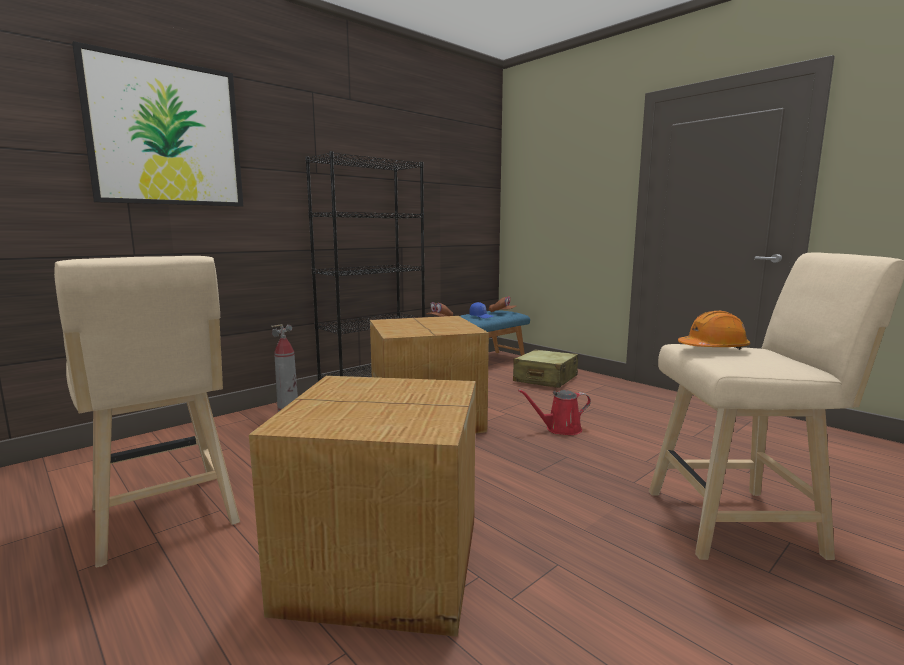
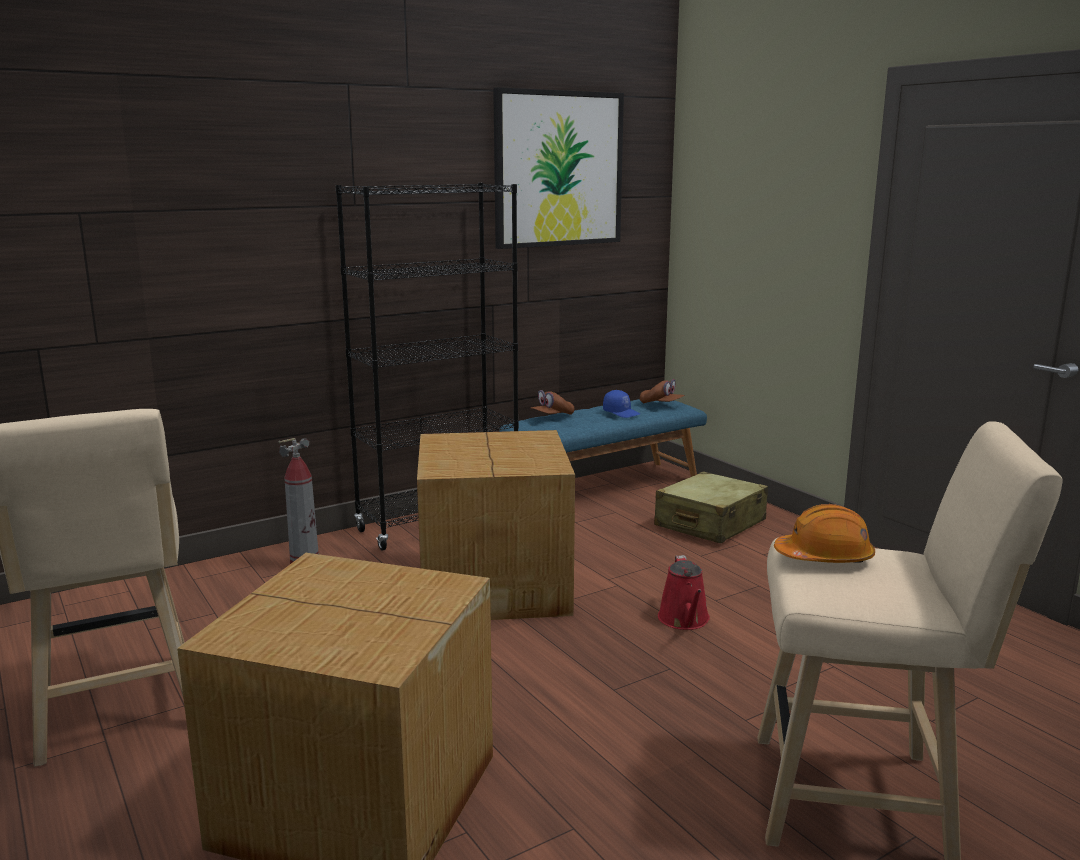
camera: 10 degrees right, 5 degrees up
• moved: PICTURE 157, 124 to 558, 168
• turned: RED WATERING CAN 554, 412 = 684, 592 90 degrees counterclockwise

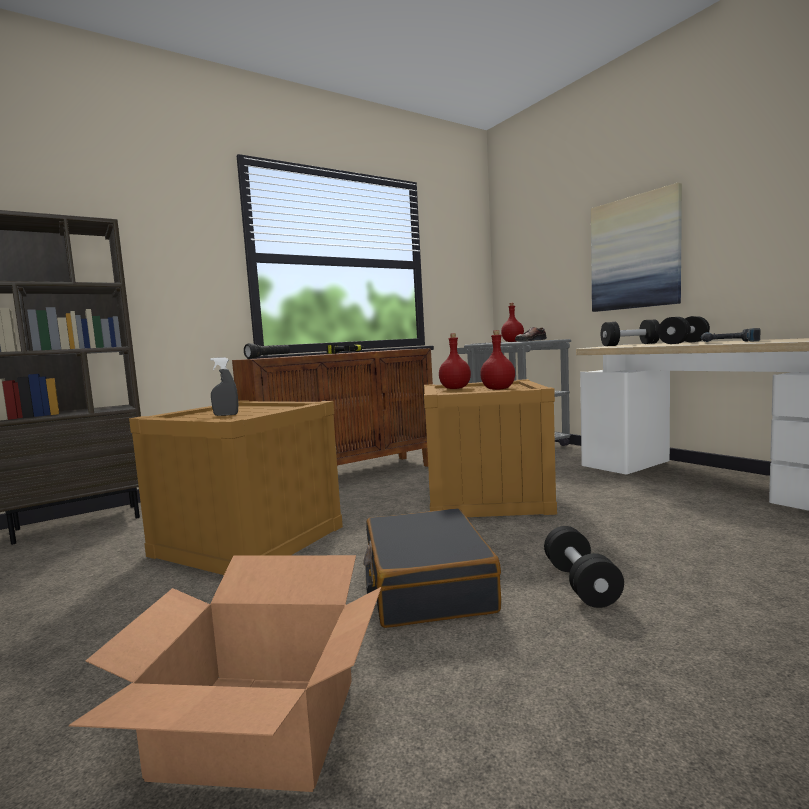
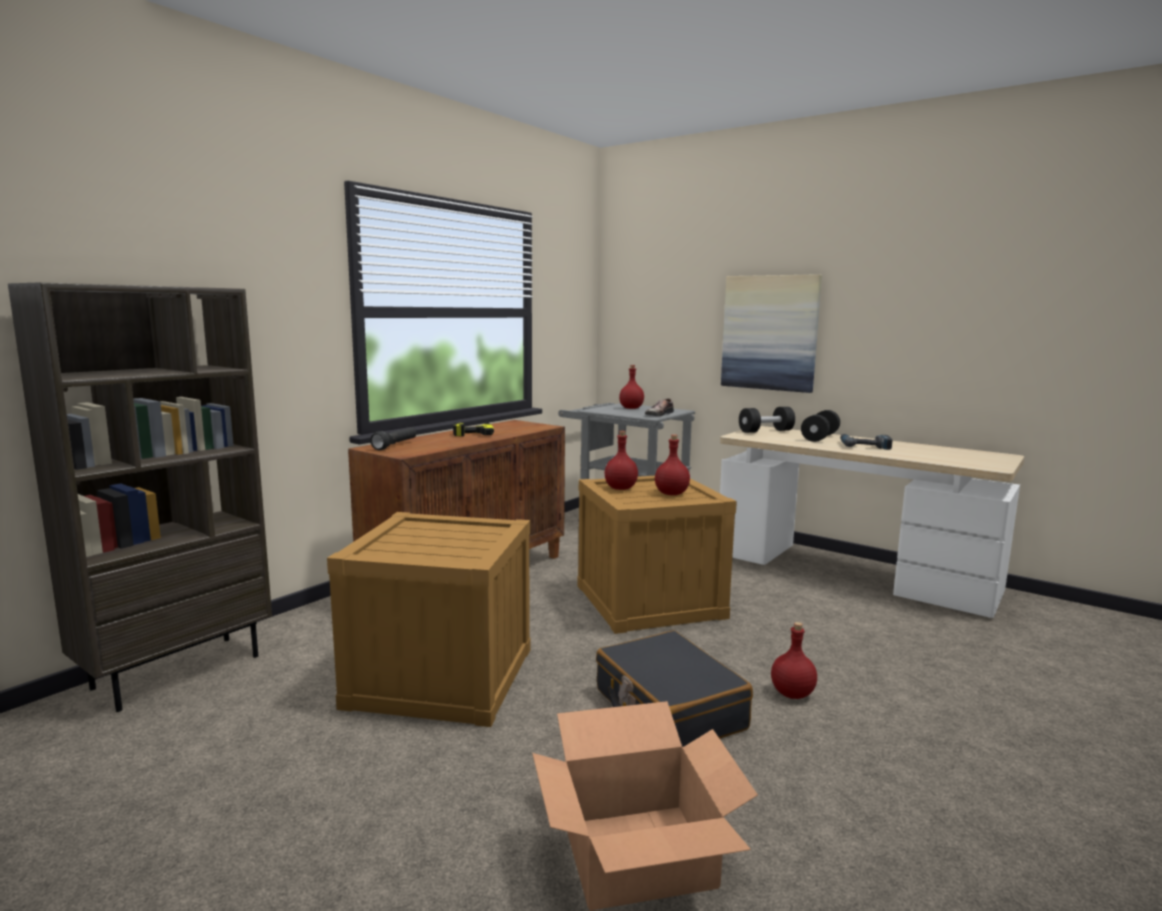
camera: 20 degrees left, 5 degrees up
• removed: GREY SPRAY BOTTLE 224, 386
• replaced: BLACK DUMBBELL 584, 567 to RED BOTTLE 794, 660

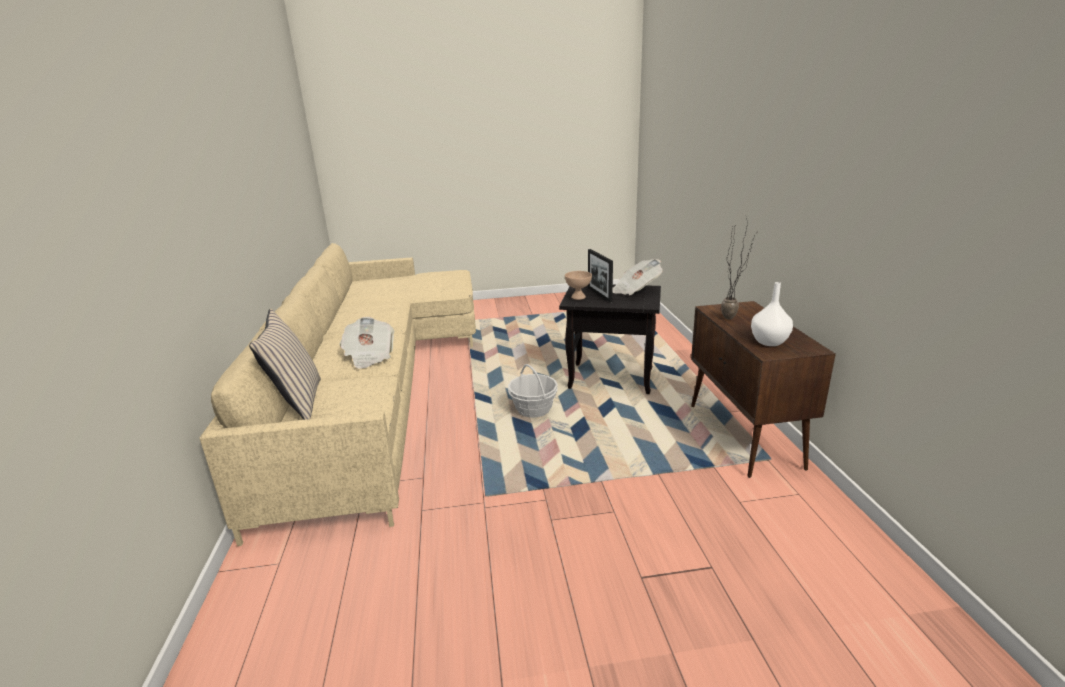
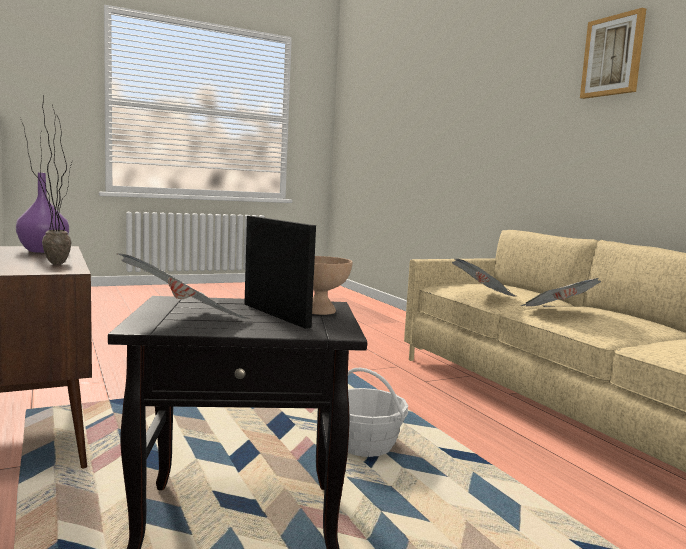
camera: 160 degrees right, 15 degrees down
• removed: BEIGE PILLOW 285, 364
• recoloured: WHITE VASE 772, 314 to PURPLE VASE 42, 213
• added: NEWSPAPER 484, 277
• added: PICTURE 613, 53

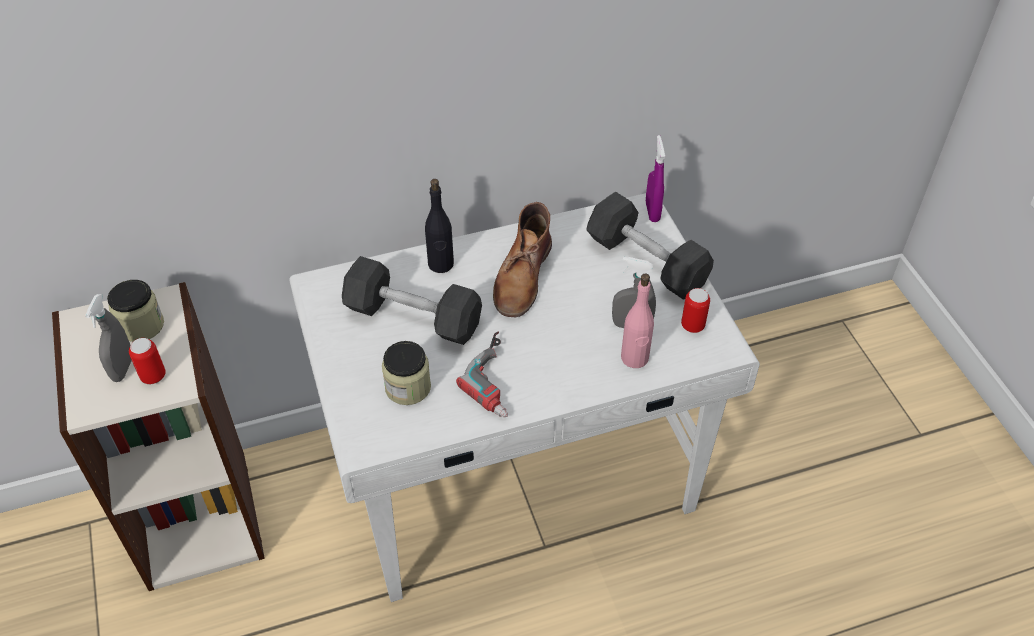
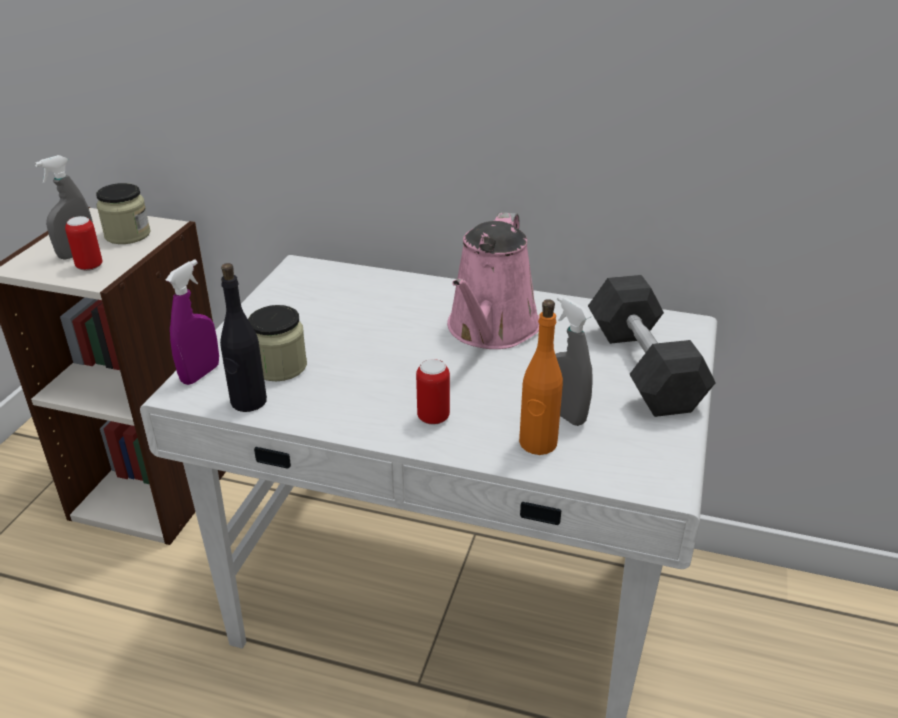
camera: 35 degrees right, 15 degrees down
• removed: GREY DUMBBELL 412, 300
• moved: BLACK BOTTLE 439, 226 to 243, 337
• removed: POWER DRILL 482, 374
• replaced: BROWN BOOT 522, 259 to PINK WATERING CAN 493, 280
• recoloured: PINK BOTTLE 637, 321 to ORANGE BOTTLE 541, 377
• moved: PURPLE SPRAY BOTTLE 655, 178 to 192, 322
• moved: CAN 695, 310 to 433, 391

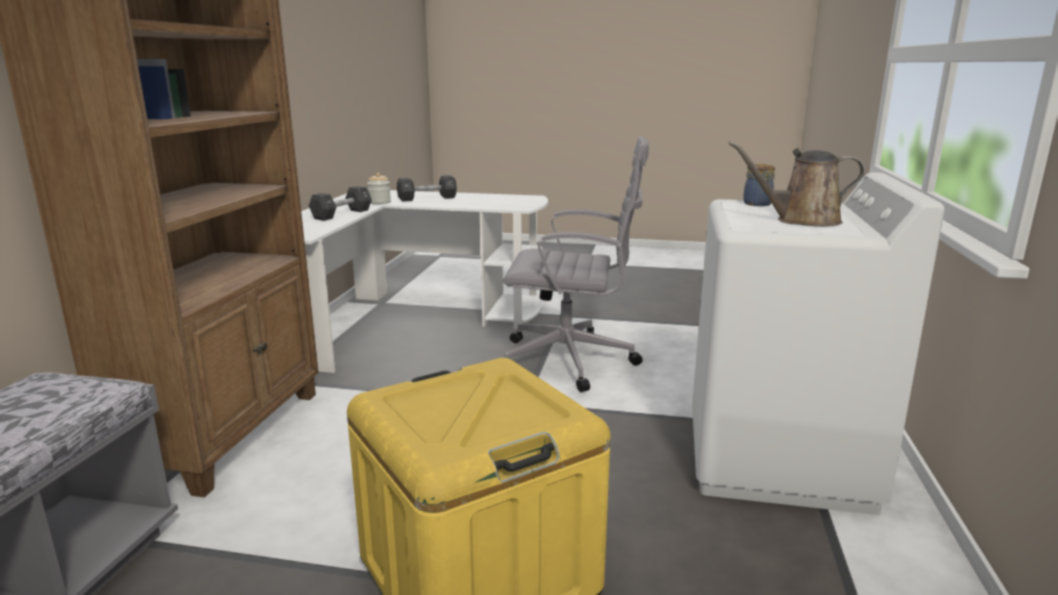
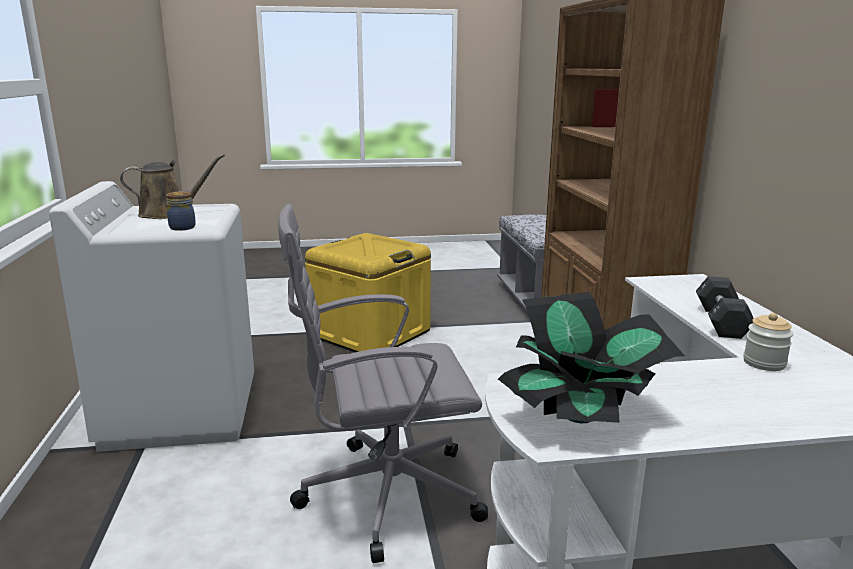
camera: 160 degrees right, 0 degrees up
• removed: BLACK DUMBBELL 427, 188
• added: POTTED PLANT 591, 357

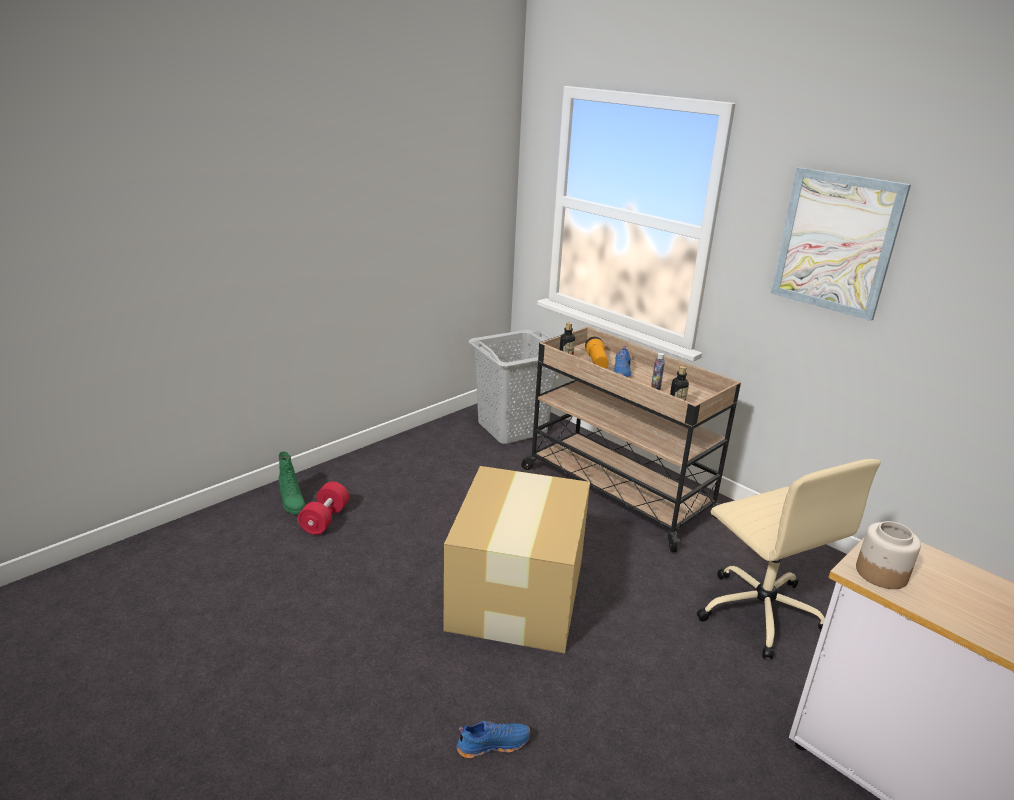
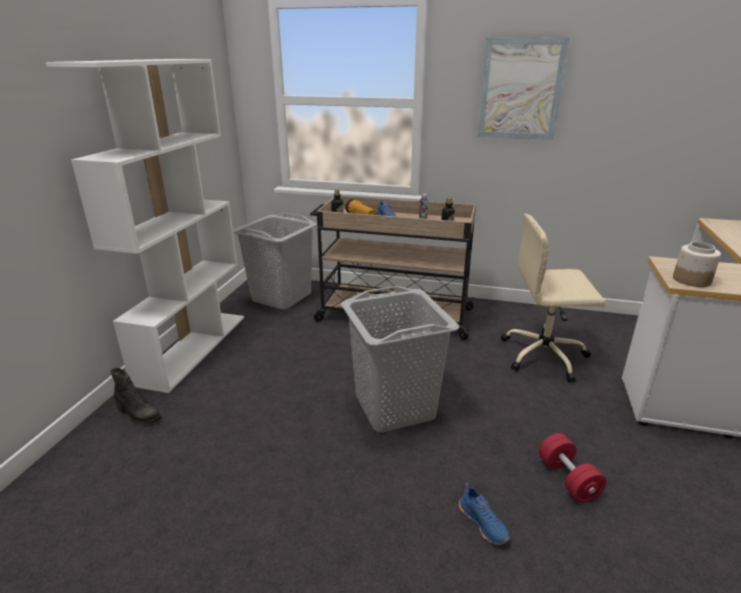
camera: 30 degrees left, 0 degrees up
• recoloured: GREEN BOOT 292, 483 to BLACK BOOT 135, 396
• moved: RED DUMBBELL 323, 508 to 572, 468
• replaced: CARDBOARD BOX 516, 559 to GREY LAUNDRY BASKET 400, 359
• turned: BLUE SHOE 493, 739 = 484, 514 105 degrees clockwise
• turned: BEIGE OFFICE CHAIR 789, 559 = 553, 298 150 degrees clockwise
• added: WHITE BOOKCASE 144, 226

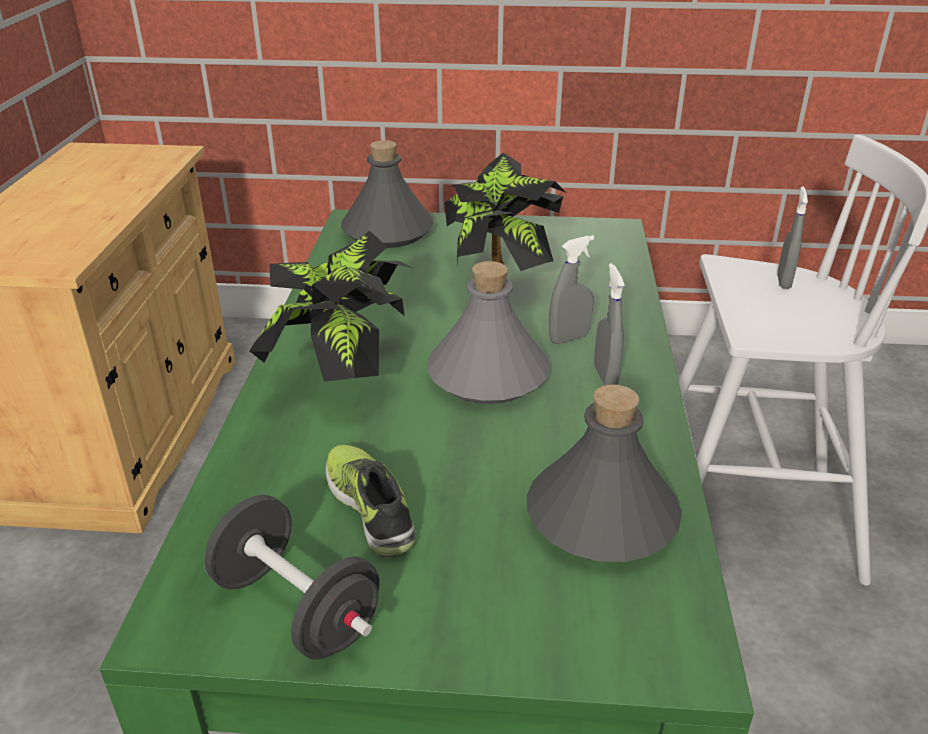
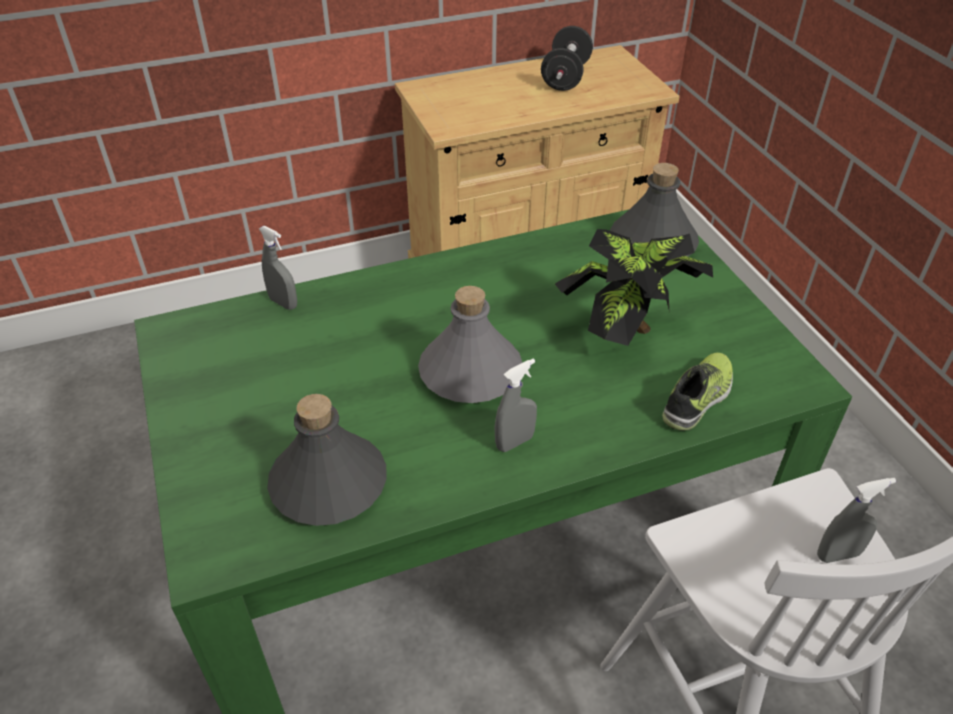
camera: 65 degrees right, 10 degrees up
• moved: BLACK DUMBBELL 291, 577 to 567, 58
• removed: POTTED PLANT 332, 306
• moved: SHOE 370, 501 to 697, 392
• moved: GREY SPRAY BOTTLE 571, 289 to 278, 267

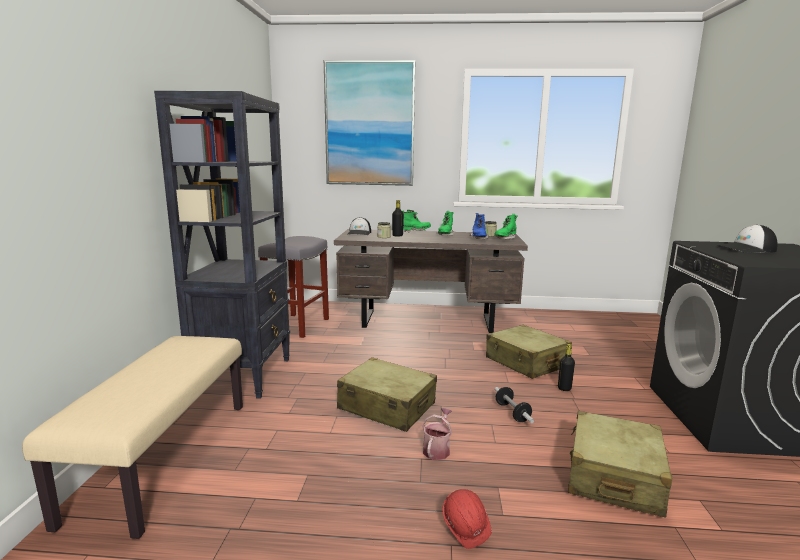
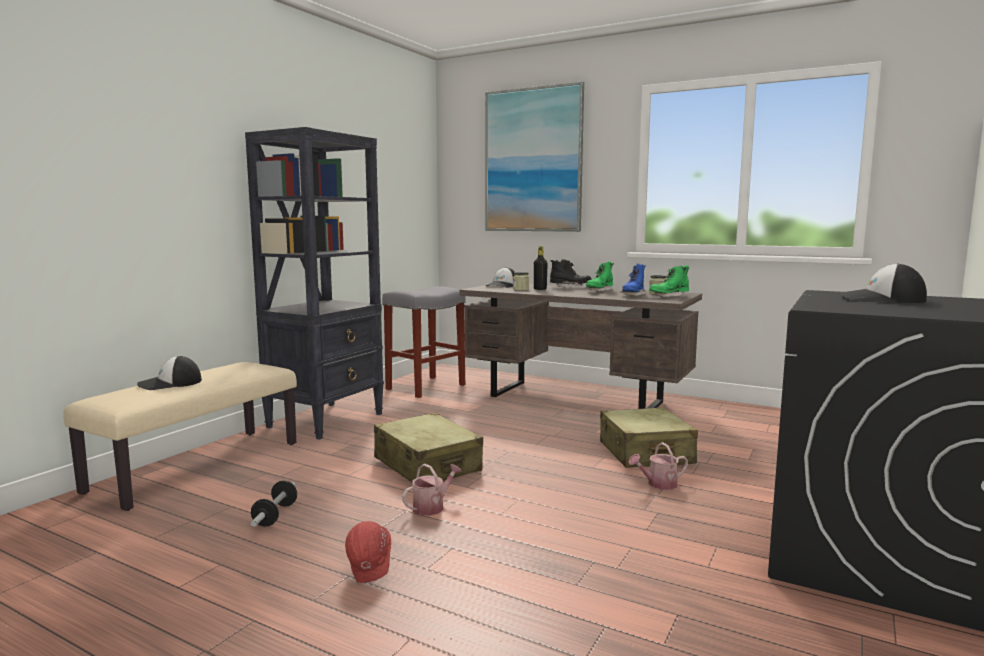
camera: 25 degrees right, 5 degrees down
• recoloured: GREEN BOOT 416, 221 to BLACK BOOT 571, 273
• moved: DUMBBELL 514, 405 to 274, 504
• replaced: BLACK BOTTLE 566, 367 to WATERING CAN 658, 466
• removed: BEIGE SUITCASE 620, 464
• added: CAP 169, 373

